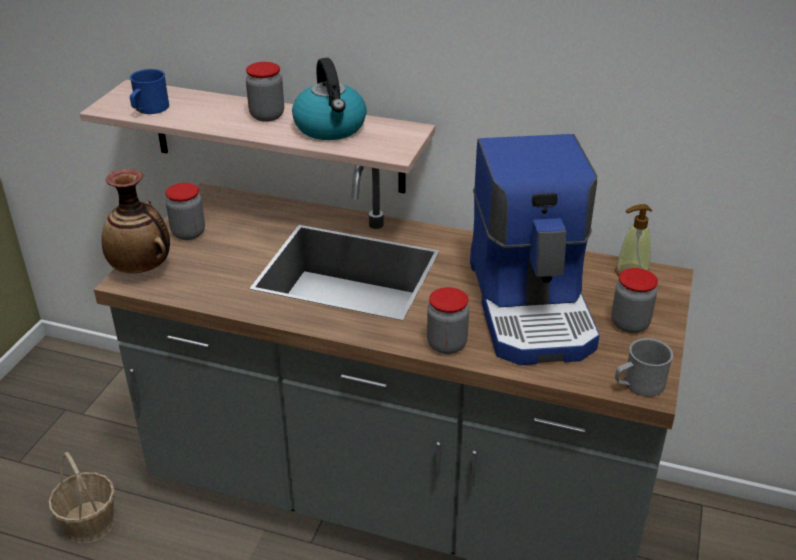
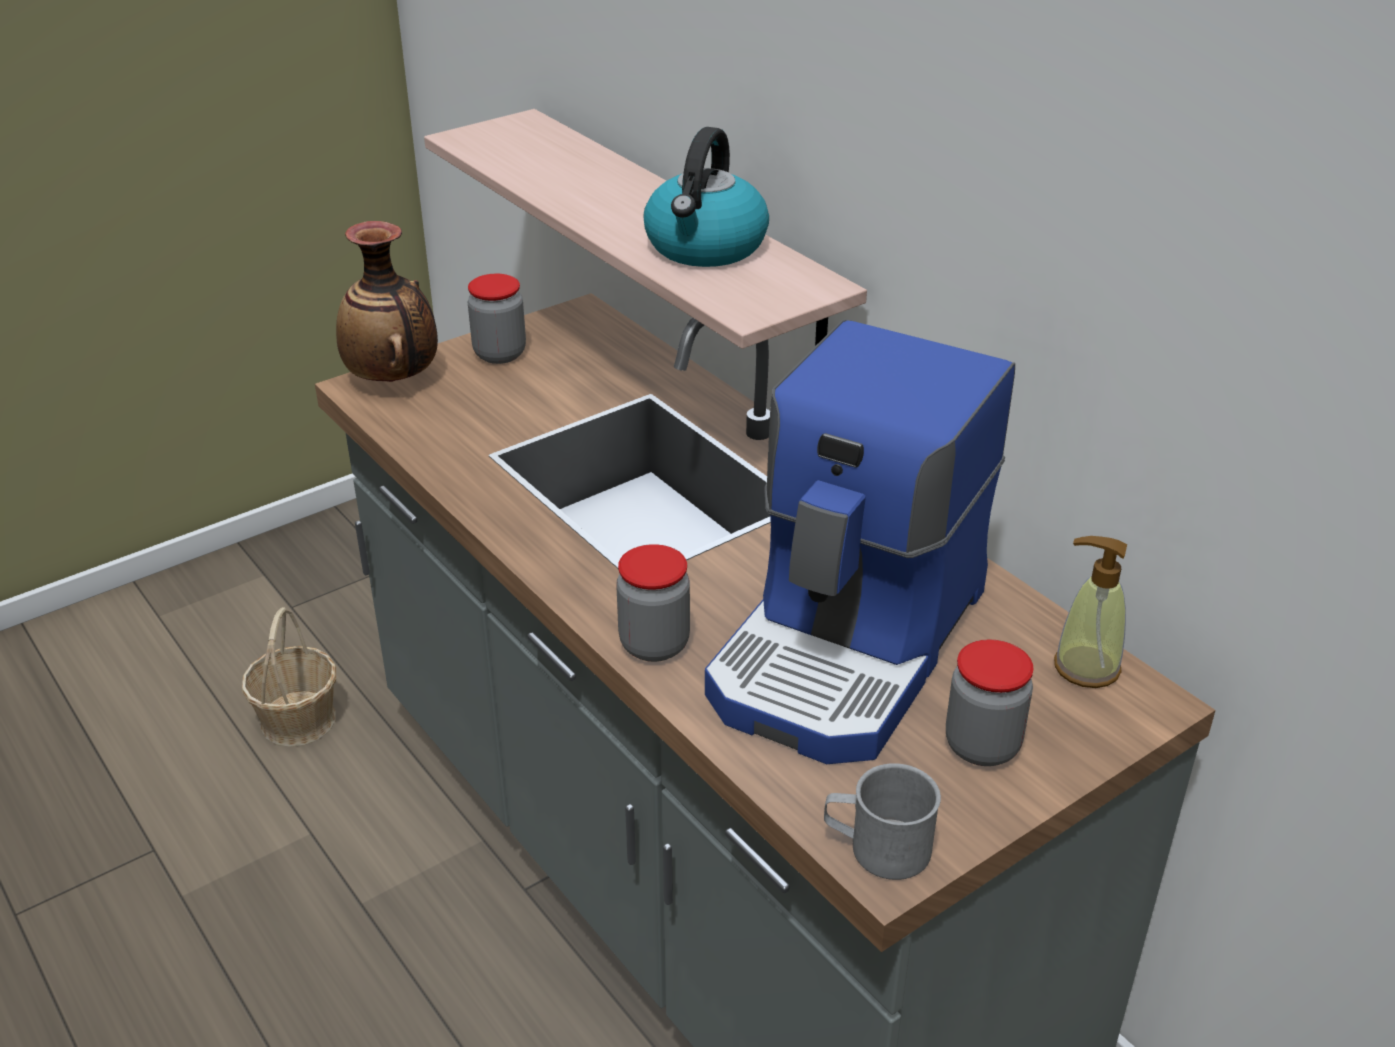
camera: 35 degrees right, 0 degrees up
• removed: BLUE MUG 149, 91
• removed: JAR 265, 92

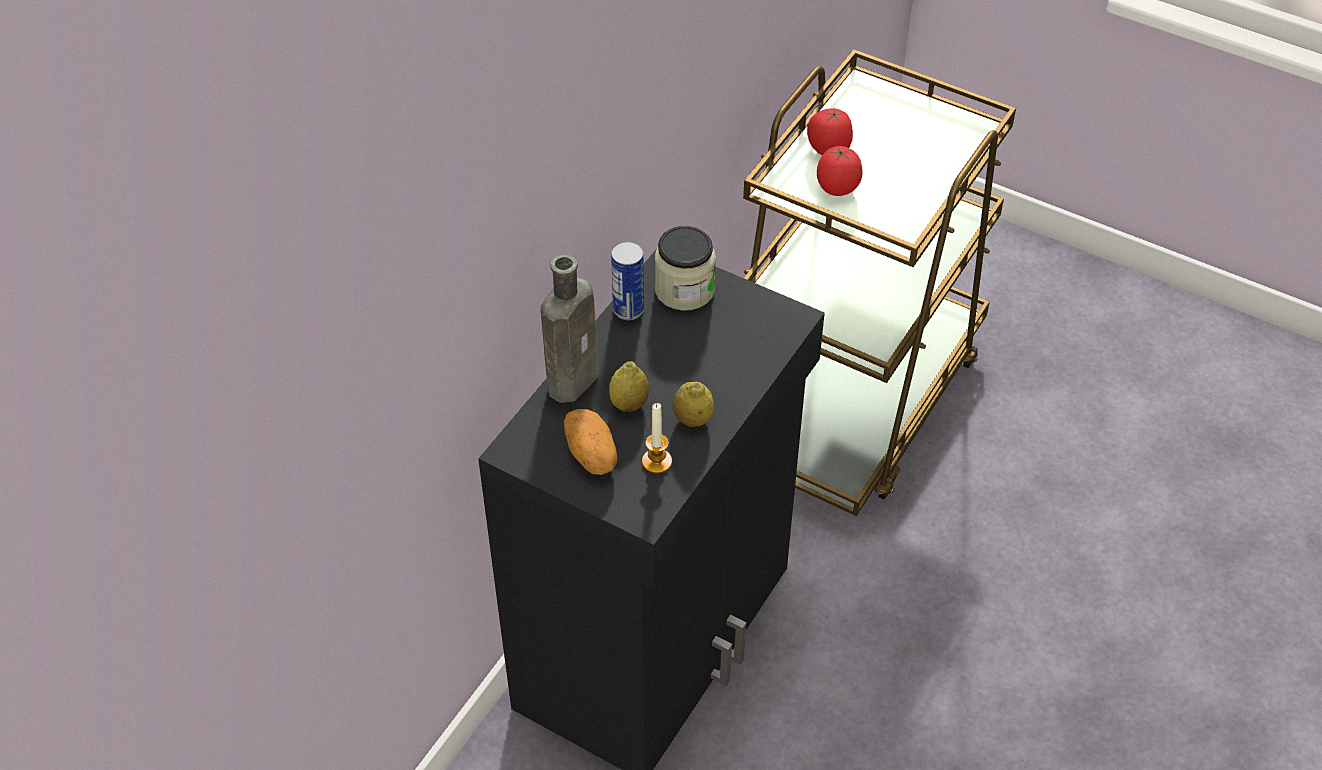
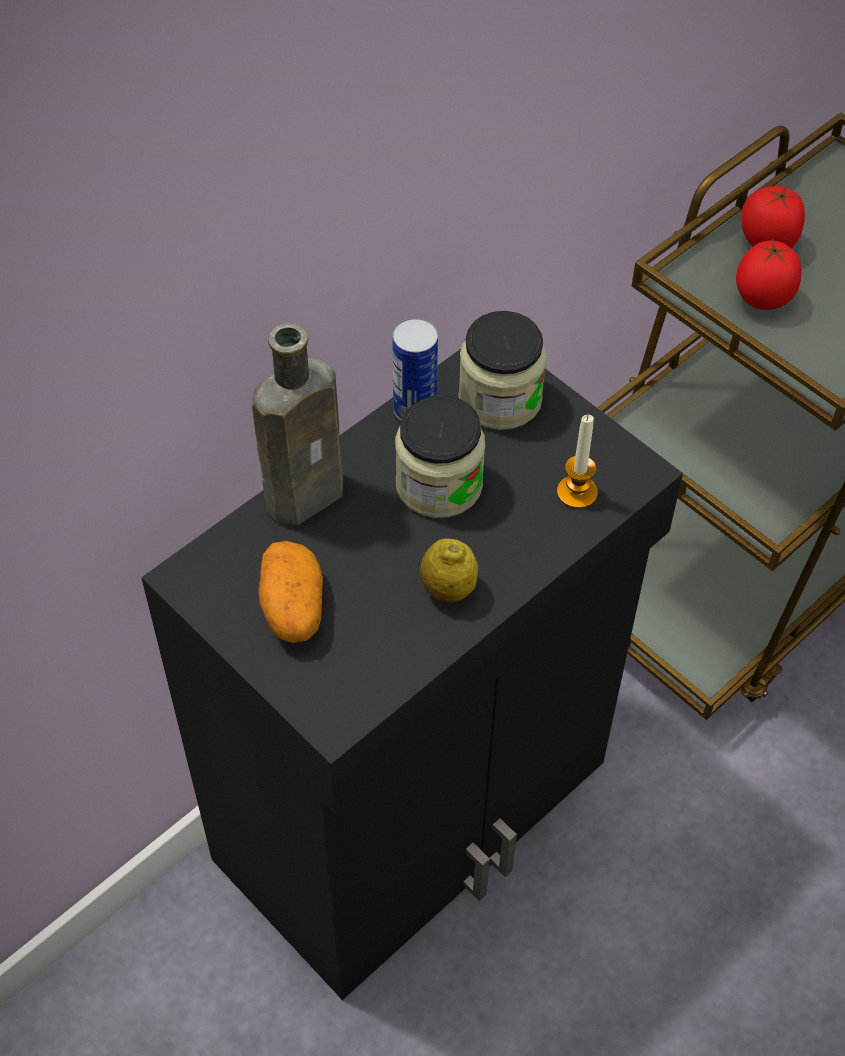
camera: 15 degrees right, 5 degrees up
• removed: LEMON 629, 386
• moved: CANDLE 657, 438 to 577, 462
• added: JAR 440, 456

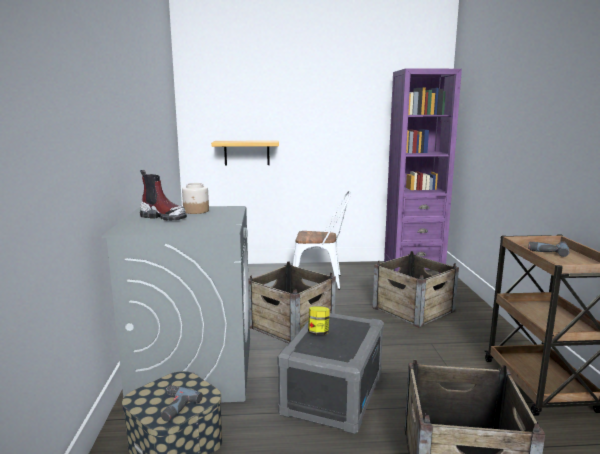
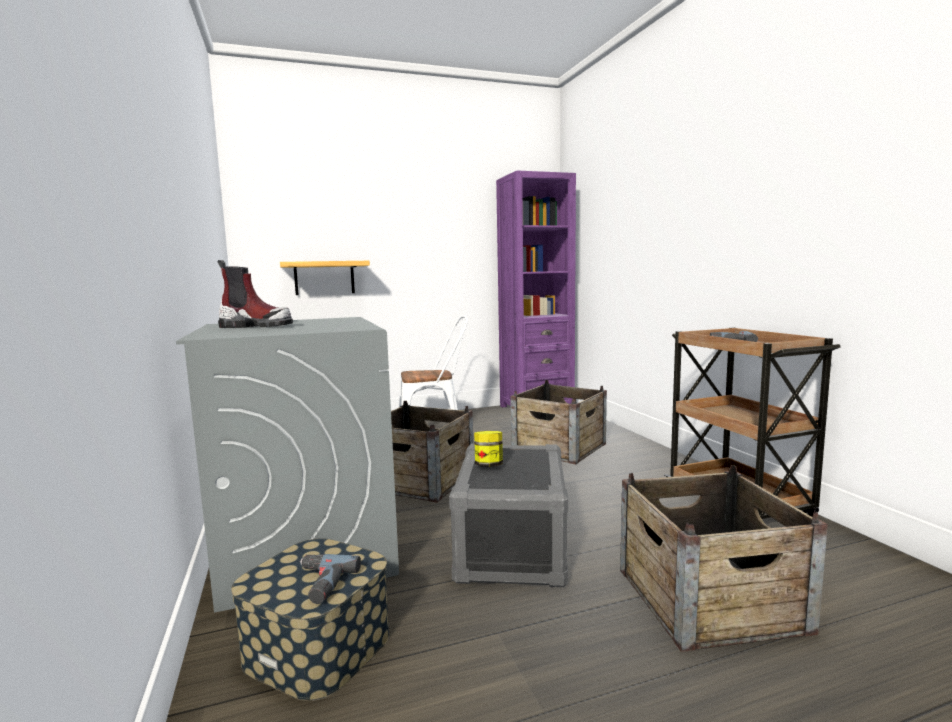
camera: 15 degrees left, 5 degrees down
• removed: JAR 195, 198

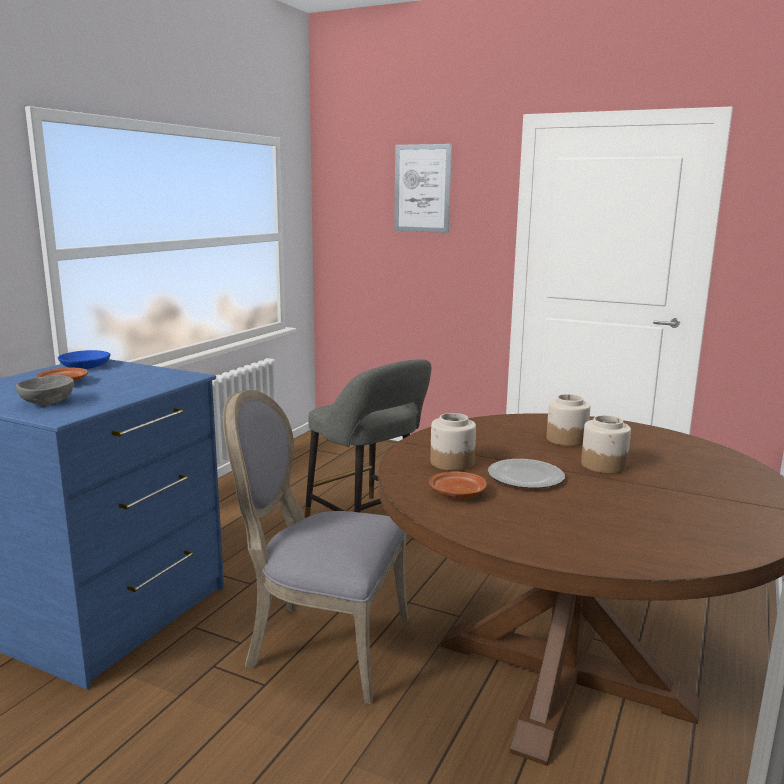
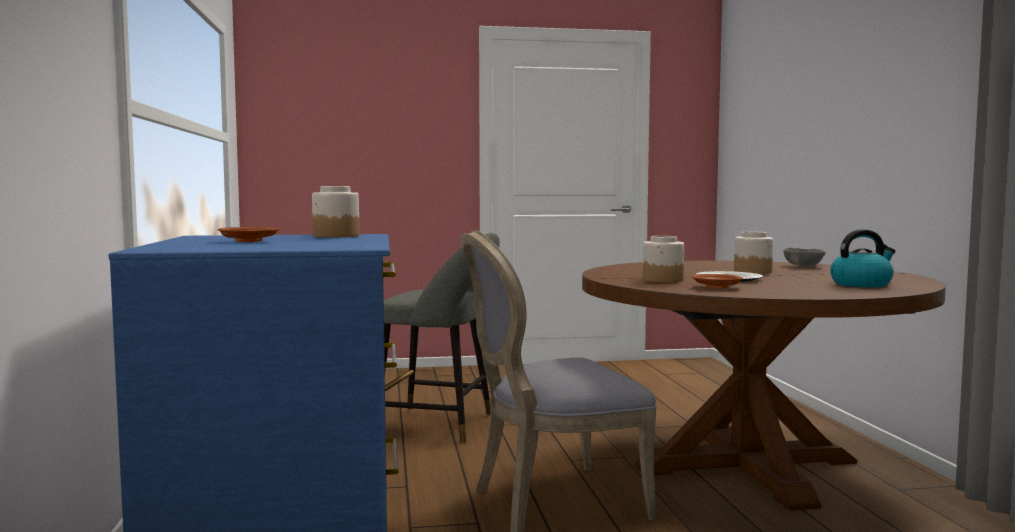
camera: 35 degrees left, 10 degrees down
• moved: GREY BOWL 45, 389 to 804, 257
• removed: BLUE BOWL 84, 359
• removed: PICTURE 423, 188
• moved: JAR 568, 420 to 335, 212
• added: KETTLE 863, 258

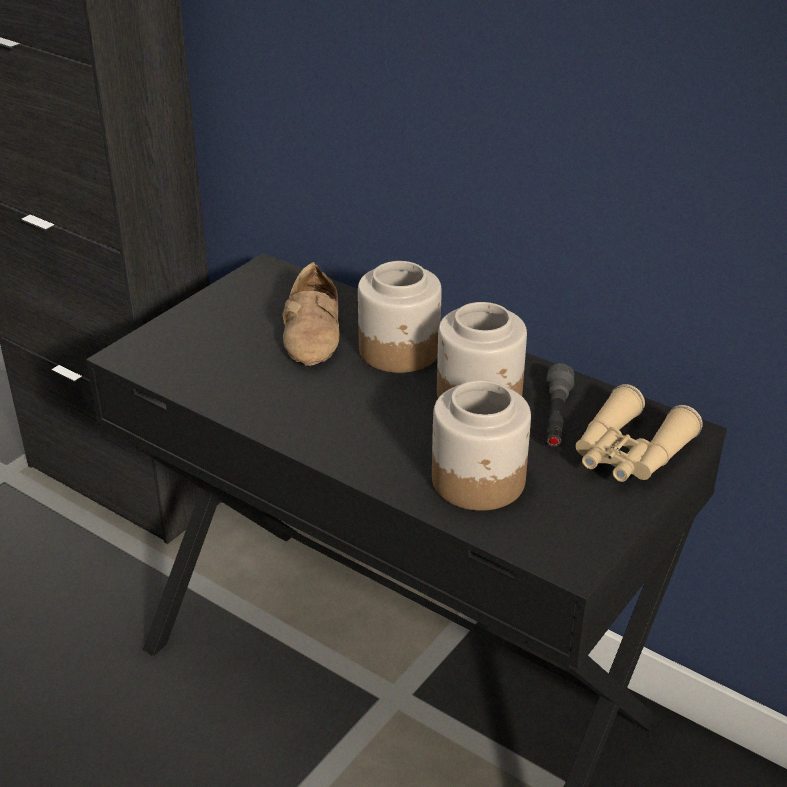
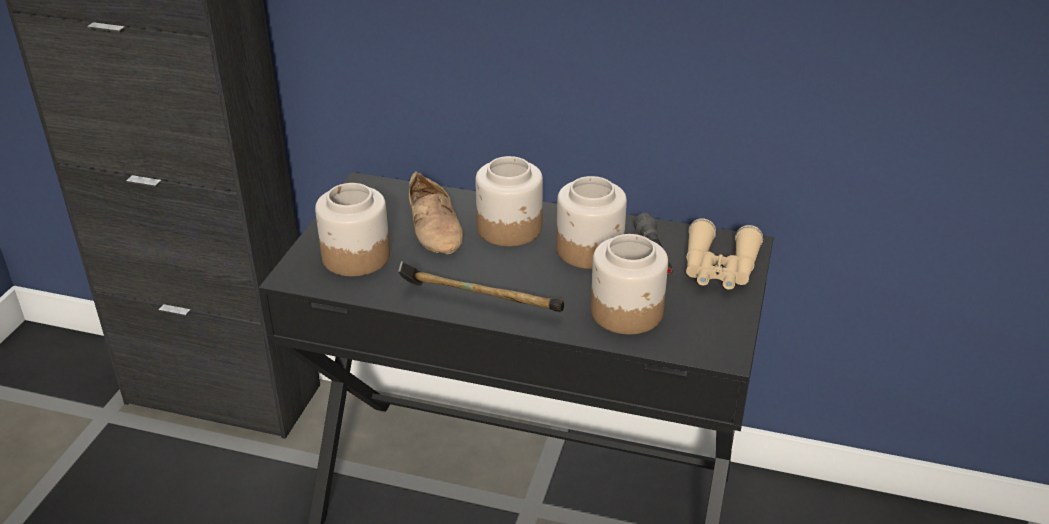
camera: 20 degrees left, 0 degrees up
• added: JAR 352, 229
• added: HAMMER 481, 286

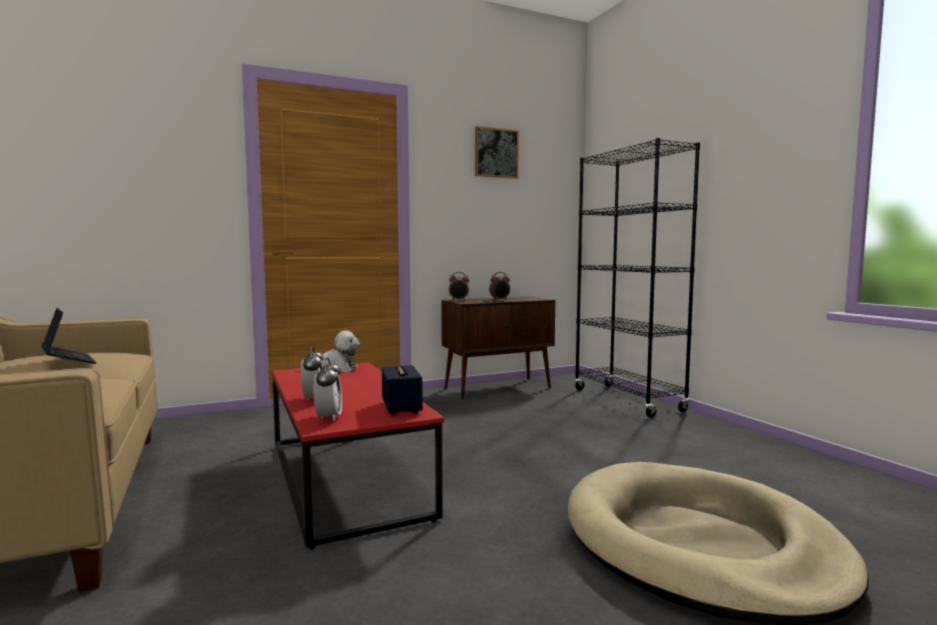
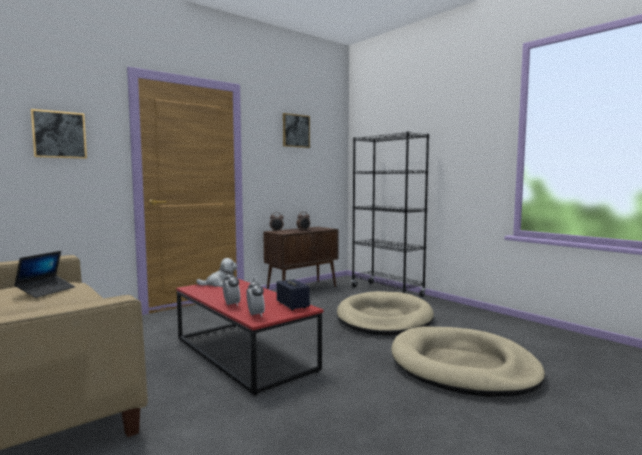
camera: 15 degrees left, 0 degrees up
• turned: LAPTOP 69, 336 = 44, 274 75 degrees clockwise
• added: PICTURE 58, 134
• added: BEIGE DOG BED 385, 313

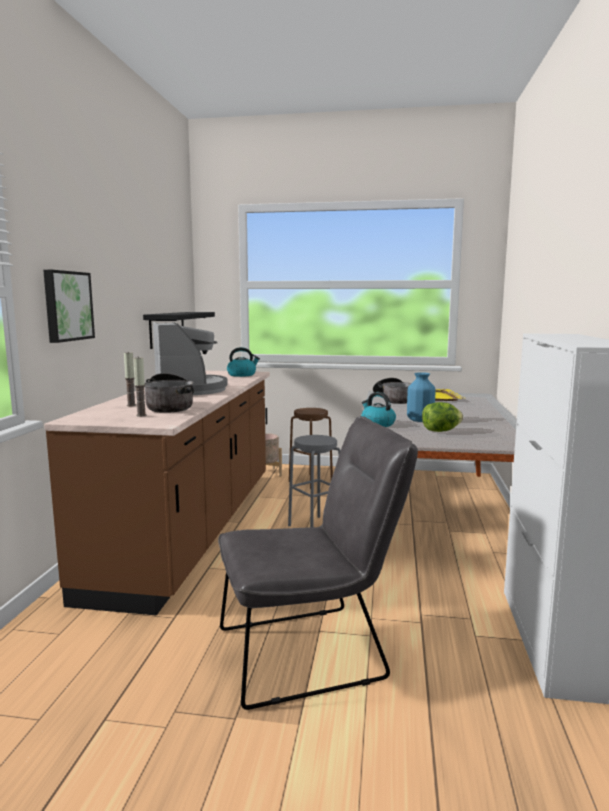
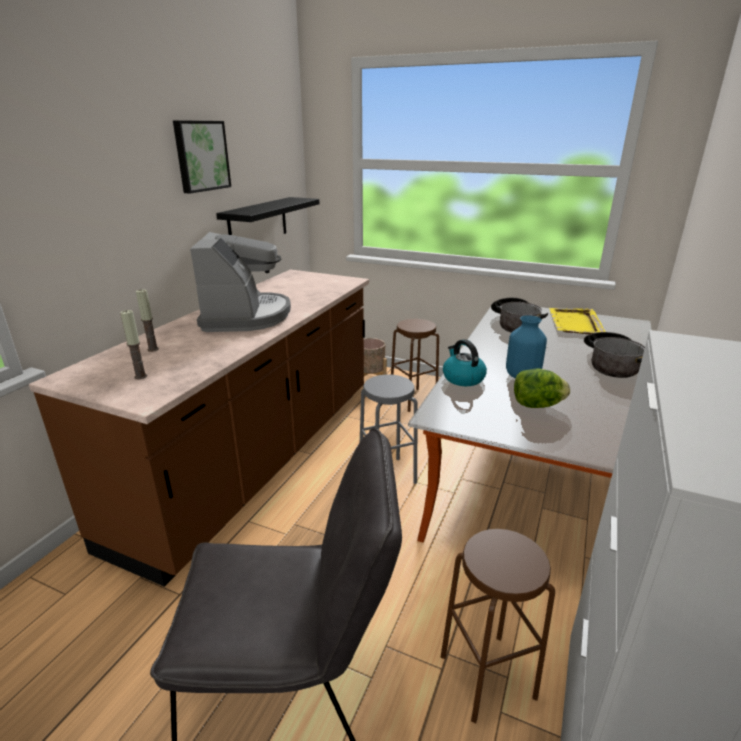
camera: 15 degrees right, 15 degrees up
• moved: PICTURE 69, 306 to 202, 156
• moved: COOKING POT 169, 393 to 614, 355
• removed: KETTLE 243, 362
• added: BROWN STOOL 498, 626

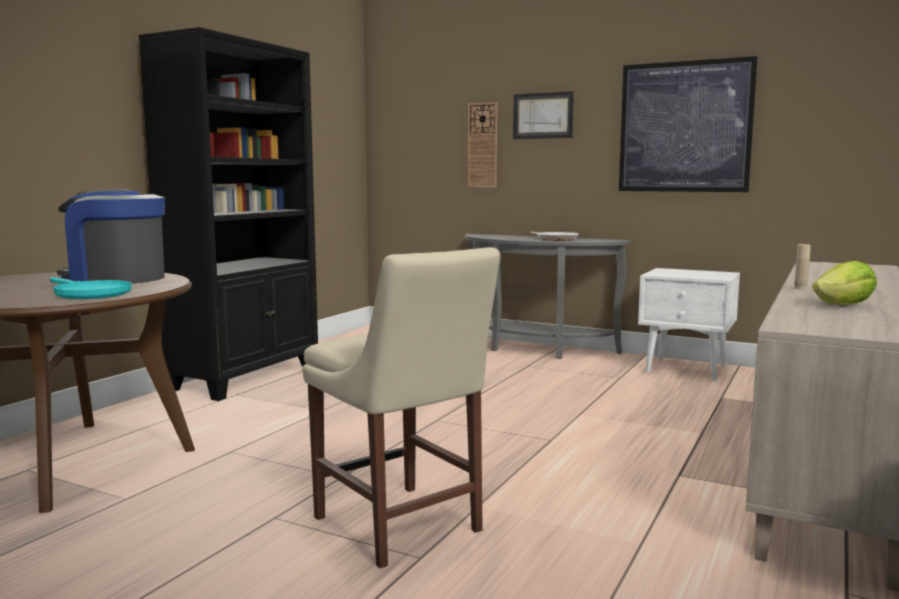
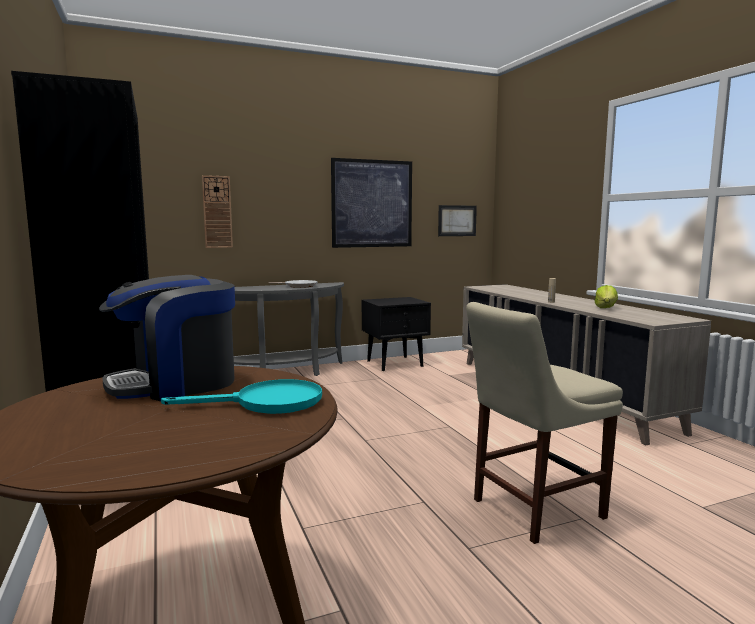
camera: 50 degrees left, 0 degrees up
• turned: BEIGE CHAIR 401, 407 = 544, 423 150 degrees clockwise
• moved: PICTURE 543, 115 to 457, 220
• recoloured: WHITE NIGHTSTAND 689, 324 to BLACK NIGHTSTAND 396, 334

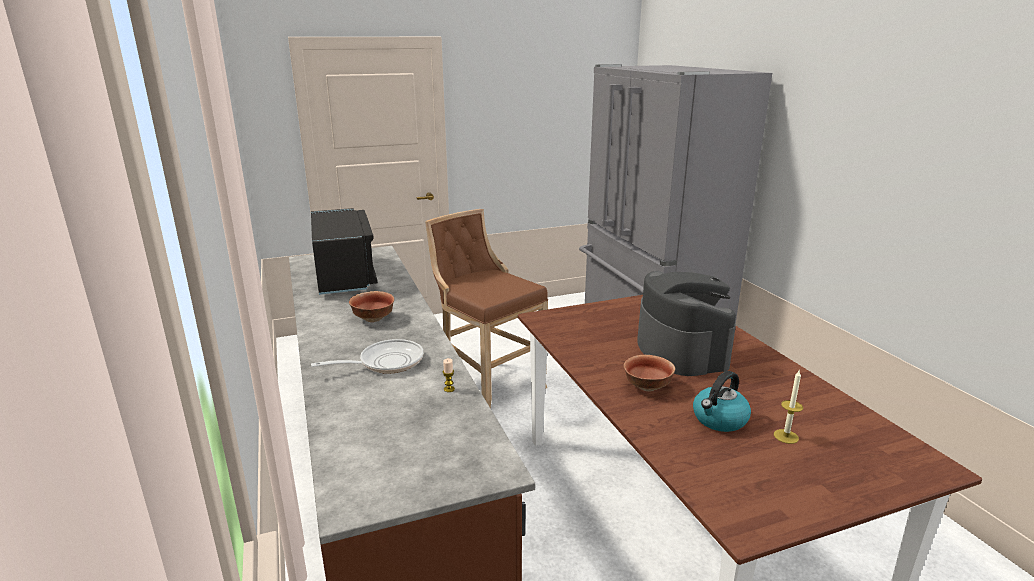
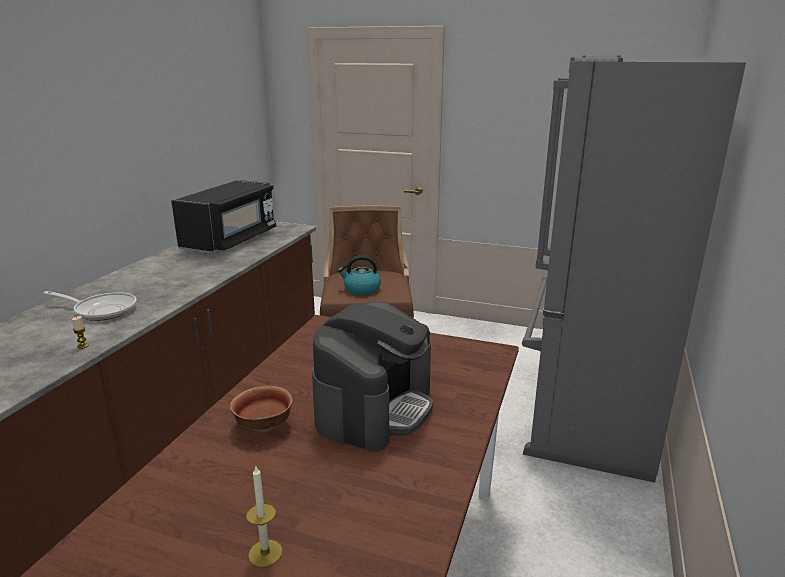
camera: 40 degrees right, 0 degrees up
• removed: BOWL 371, 306
• moved: KETTLE 722, 401 to 359, 275

